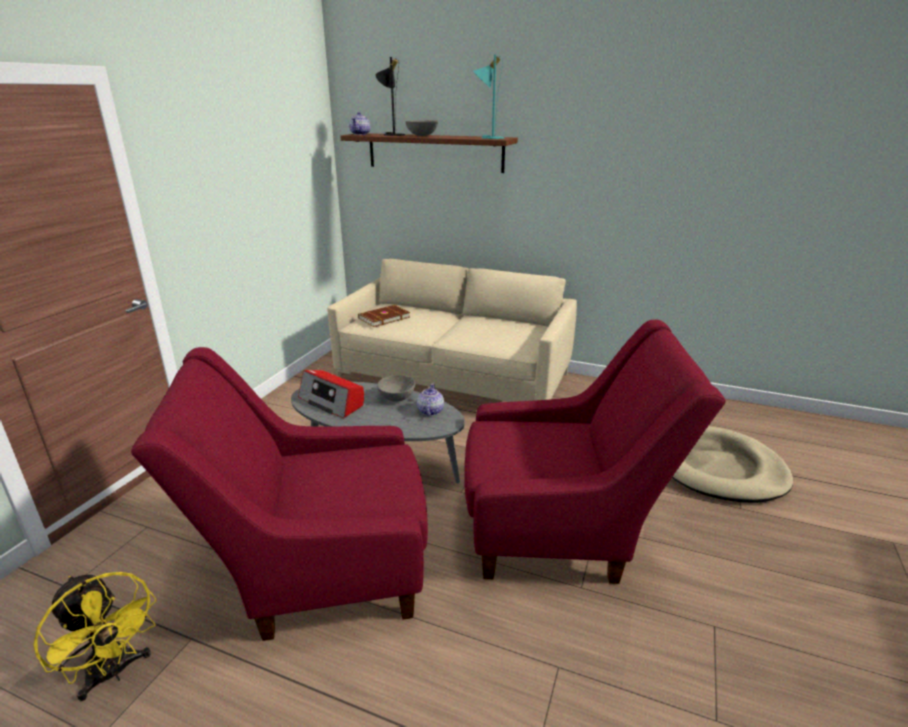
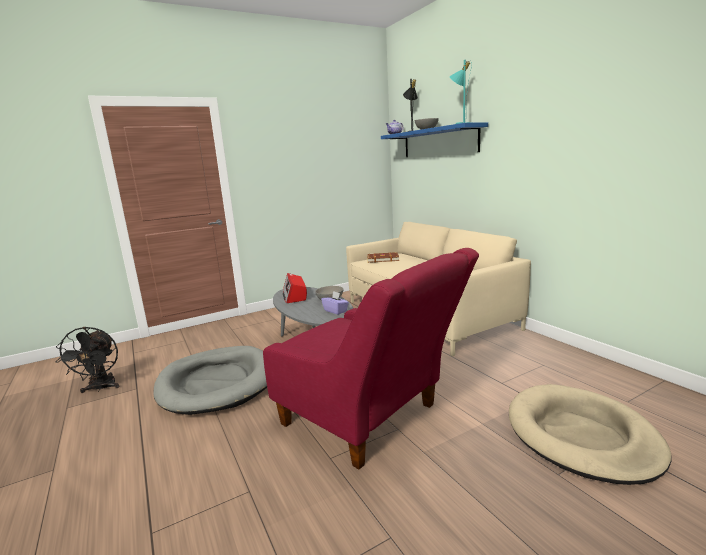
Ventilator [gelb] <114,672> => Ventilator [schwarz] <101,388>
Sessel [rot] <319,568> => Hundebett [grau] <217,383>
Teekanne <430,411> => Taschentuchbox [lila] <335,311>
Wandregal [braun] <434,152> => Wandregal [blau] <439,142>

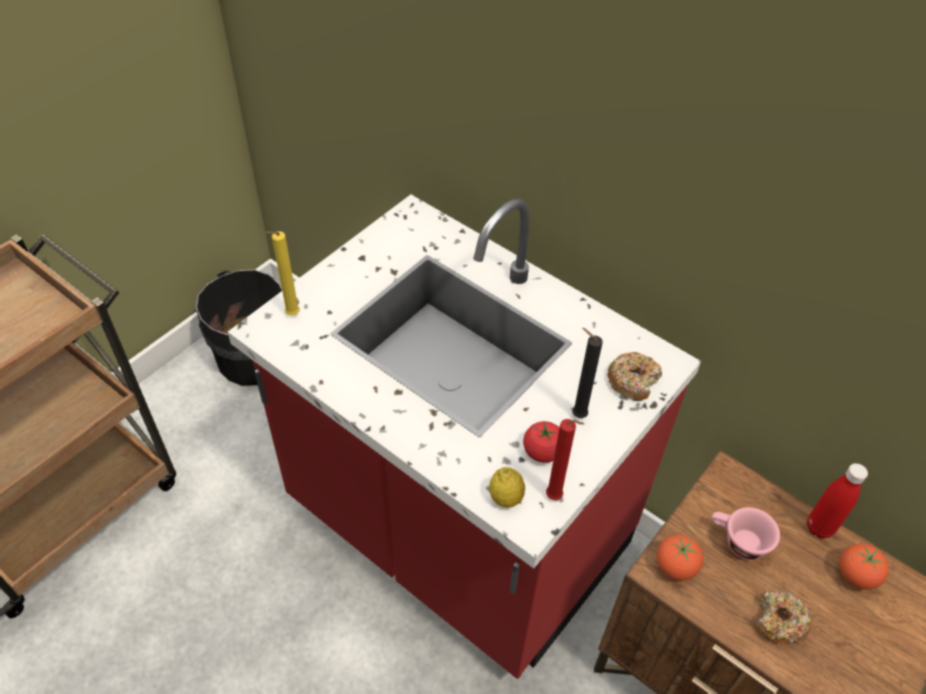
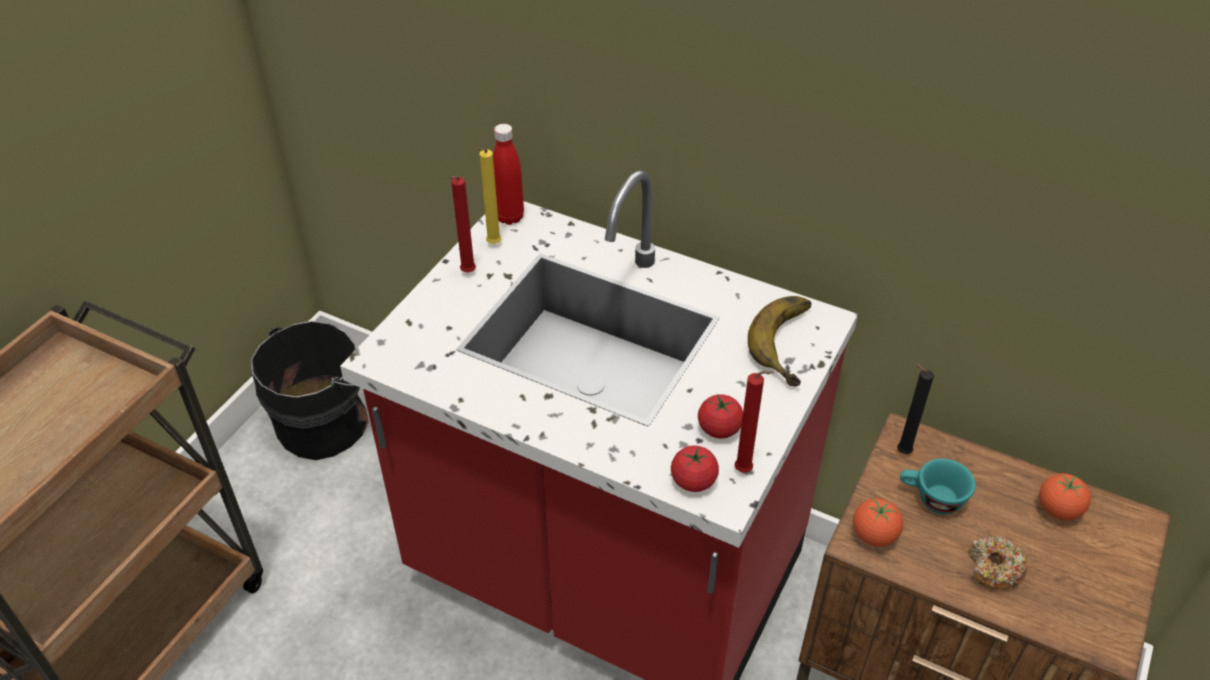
nothing => Kerze [rot] <466,273>
Kerze [gelb] <290,315> => Kerze [gelb] <492,245>, shifted
Flasche [rot] <819,527> => Flasche [rot] <510,217>, shifted
Zitrone <506,498> => Tomate <693,481>
Donut <633,381> => Banane <793,344>
Kerze [schwarz] <576,414> => Kerze [schwarz] <901,452>, shifted
Tasse [rosa] <737,541> => Tasse [türkis] <931,499>

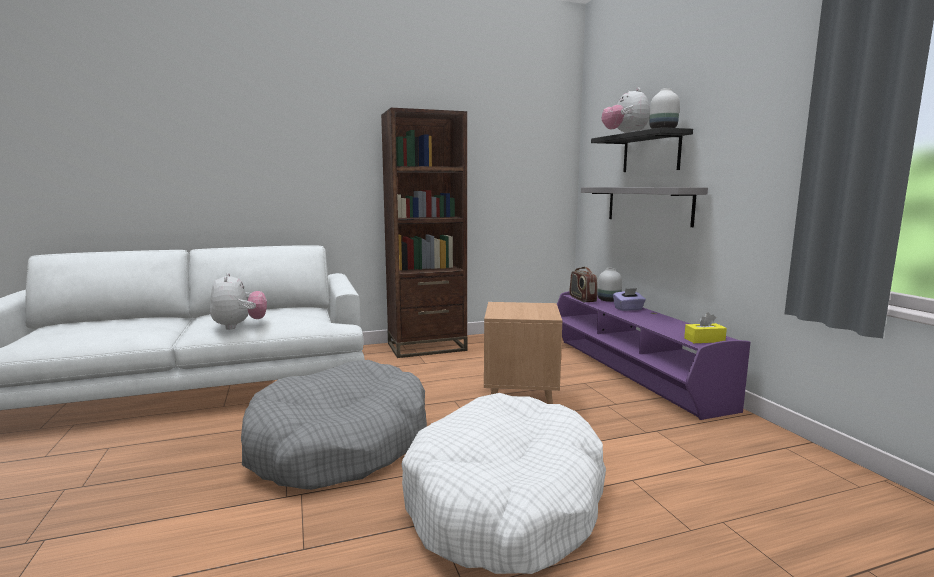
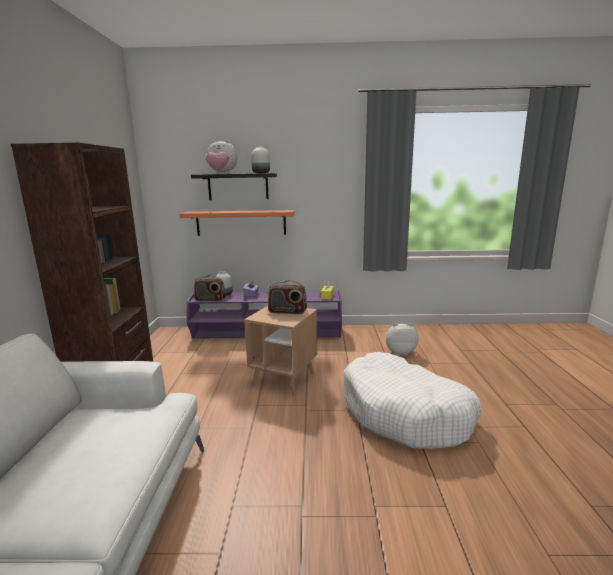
Wandregal [grau] <648,205> => Wandregal [orange] <241,223>
nothing => Radio <287,311>
Plüschtier <239,326> => Plüschtier <400,352>, shifted
Hundebett [grau] <339,444> => nothing

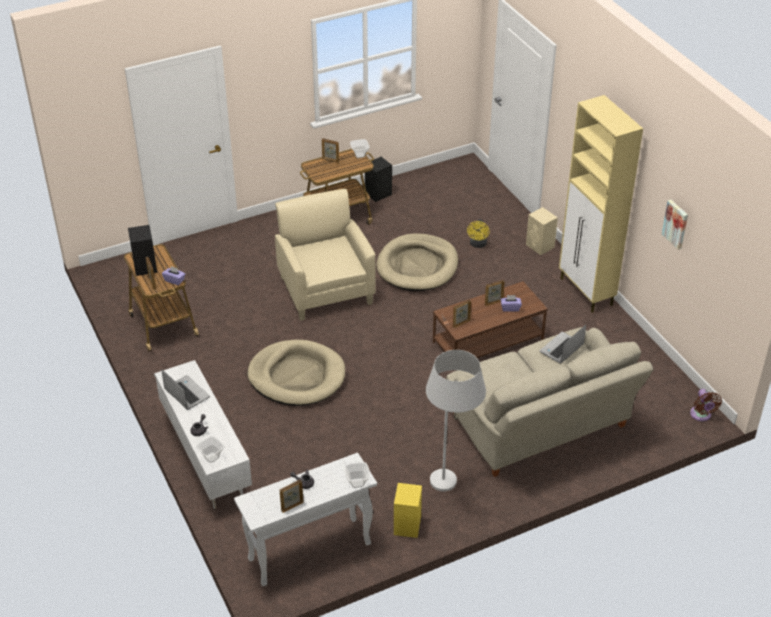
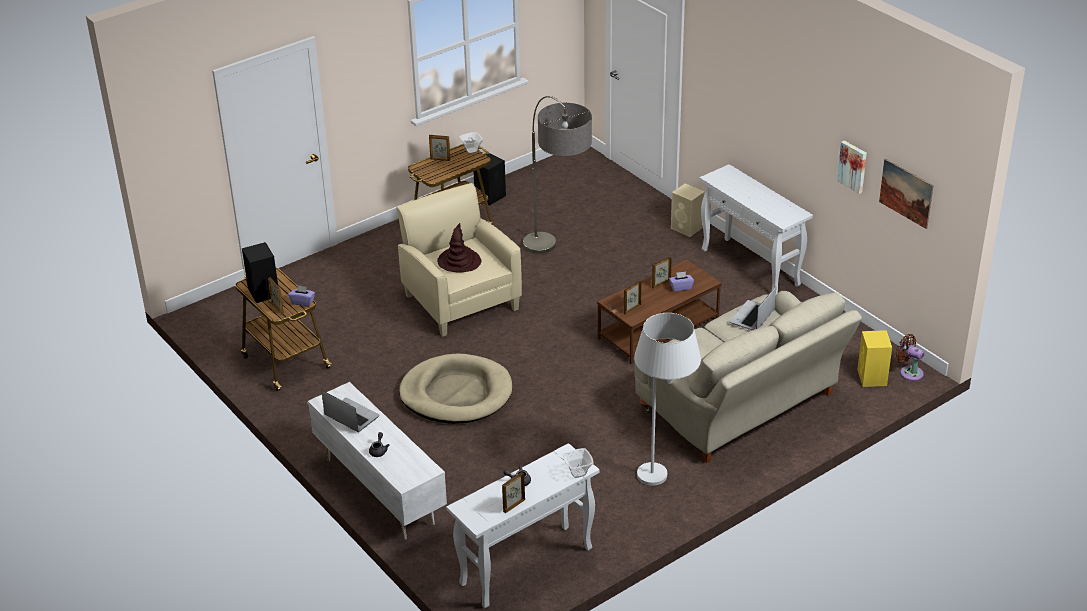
nothing => Hut [braun] <459,261>
Hundebett [beige] <417,266> => Stehlampe <557,265>
Schrank [beige] <586,292> => Konsolentisch [weiß] <751,268>
Lautsprecher [gelb] <407,526> => Lautsprecher [gelb] <872,378>, shifted
nothing => Bild <906,193>
Ventilator [braun] <701,415> => Ventilator [braun] <909,372>, 150 degrees clockwise
Schüssel <212,457> => nothing
Ventilator [gelb] <478,245> => nothing

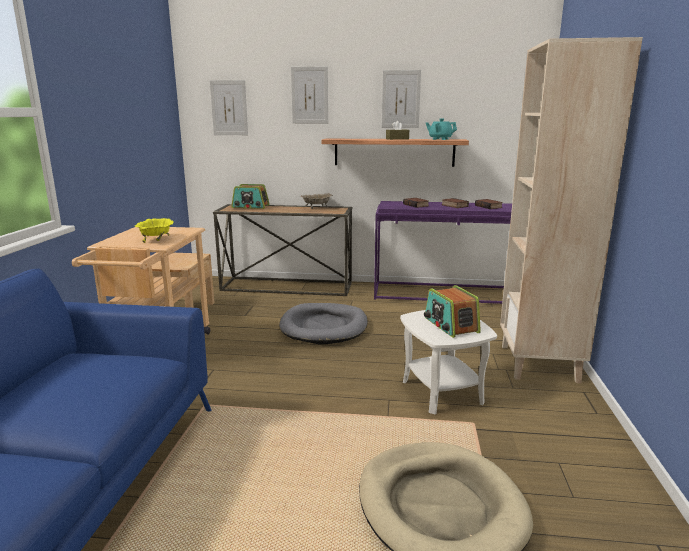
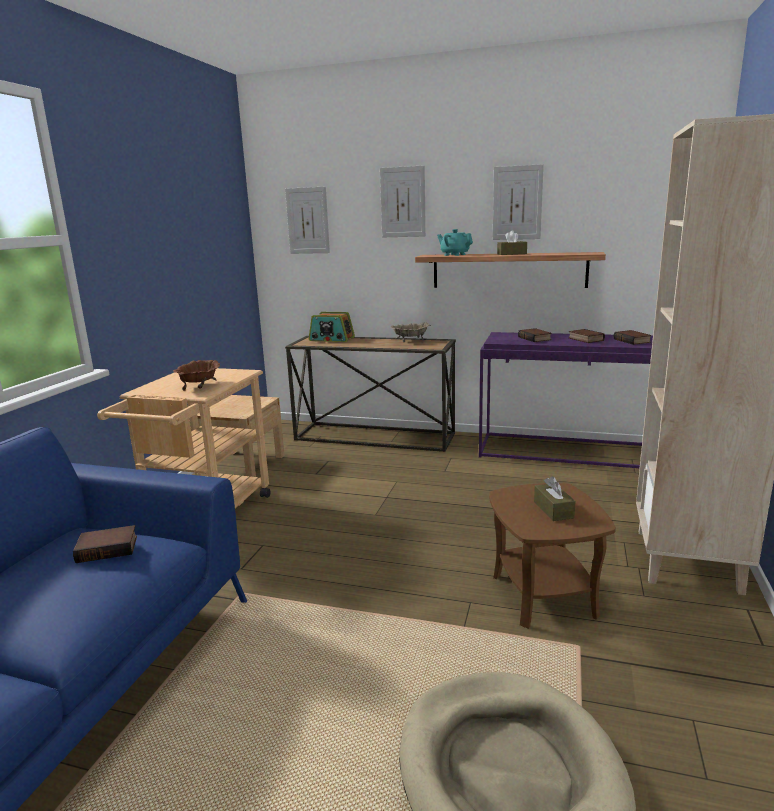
nothing => Buch <108,548>
Schüssel [gelb] <156,239> => Schüssel [braun] <199,386>
Teekanne [türkis] <440,139> => Teekanne [türkis] <454,255>, shifted
Beistelltisch [weiß] <442,392> => Beistelltisch [braun] <544,595>
Radio <450,325> => Taschentuchbox [braun] <553,510>
Hundebett [grau] <324,327> => nothing

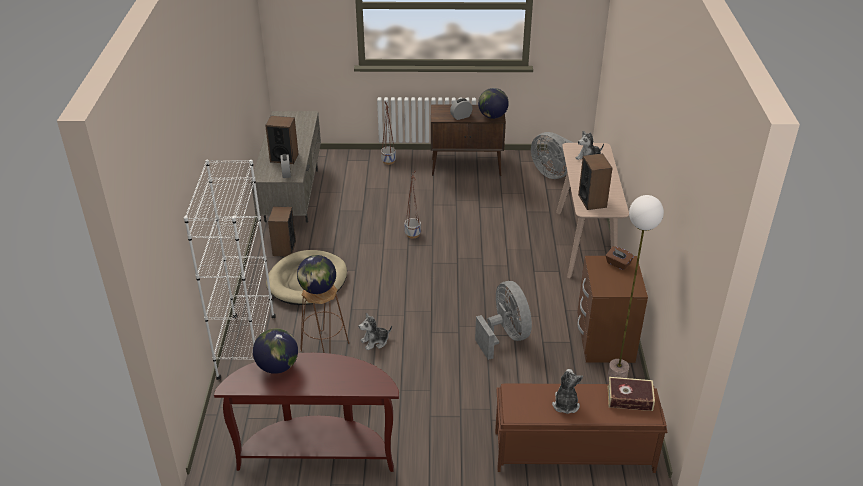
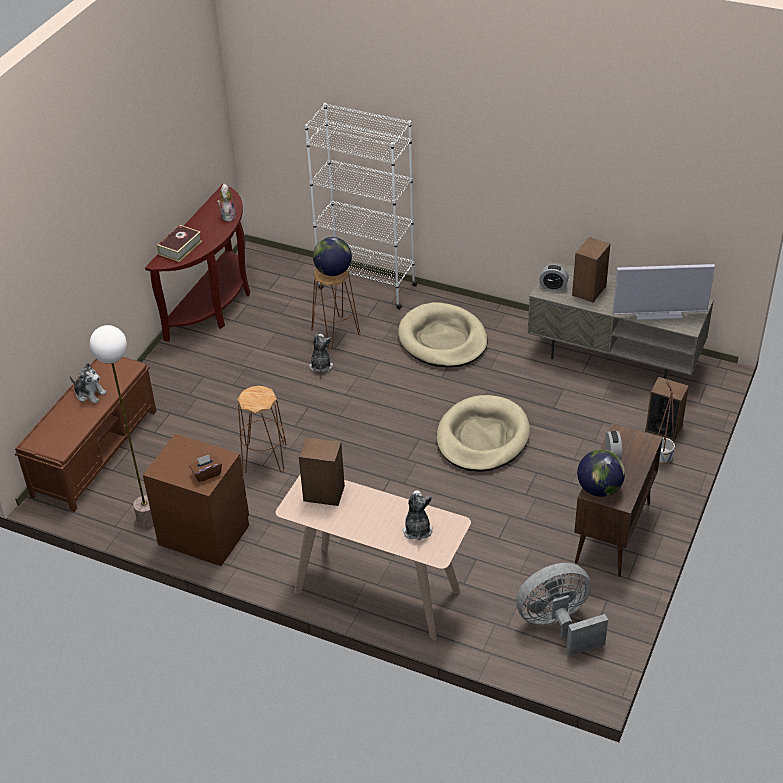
Buch <629,398> => Buch <180,248>, shifted
Globus <277,366> => Plüschtier <227,215>
Ventilator [grau] <505,336> => Hocker [braun] <265,458>
Pflanzkübel <413,234> => Hundebett [beige] <482,437>
nothing => Fernseher <658,314>
Lautsprecher <284,248> => Lautsprecher <663,428>, shifted

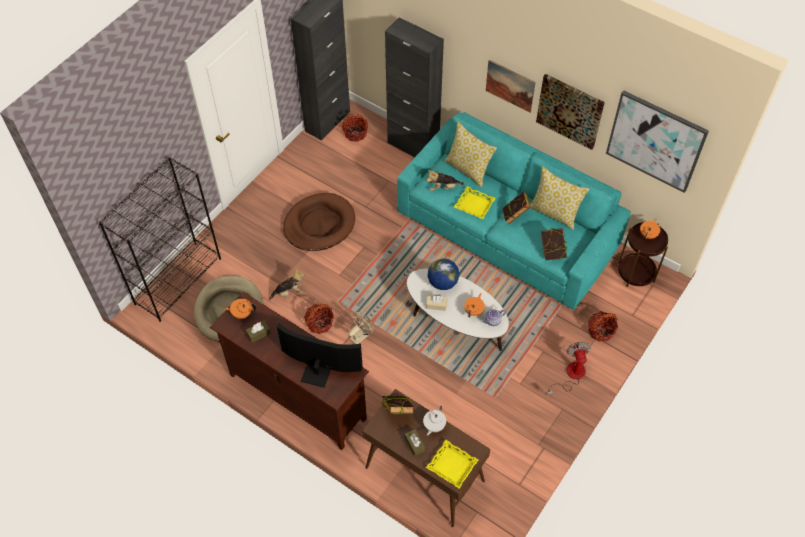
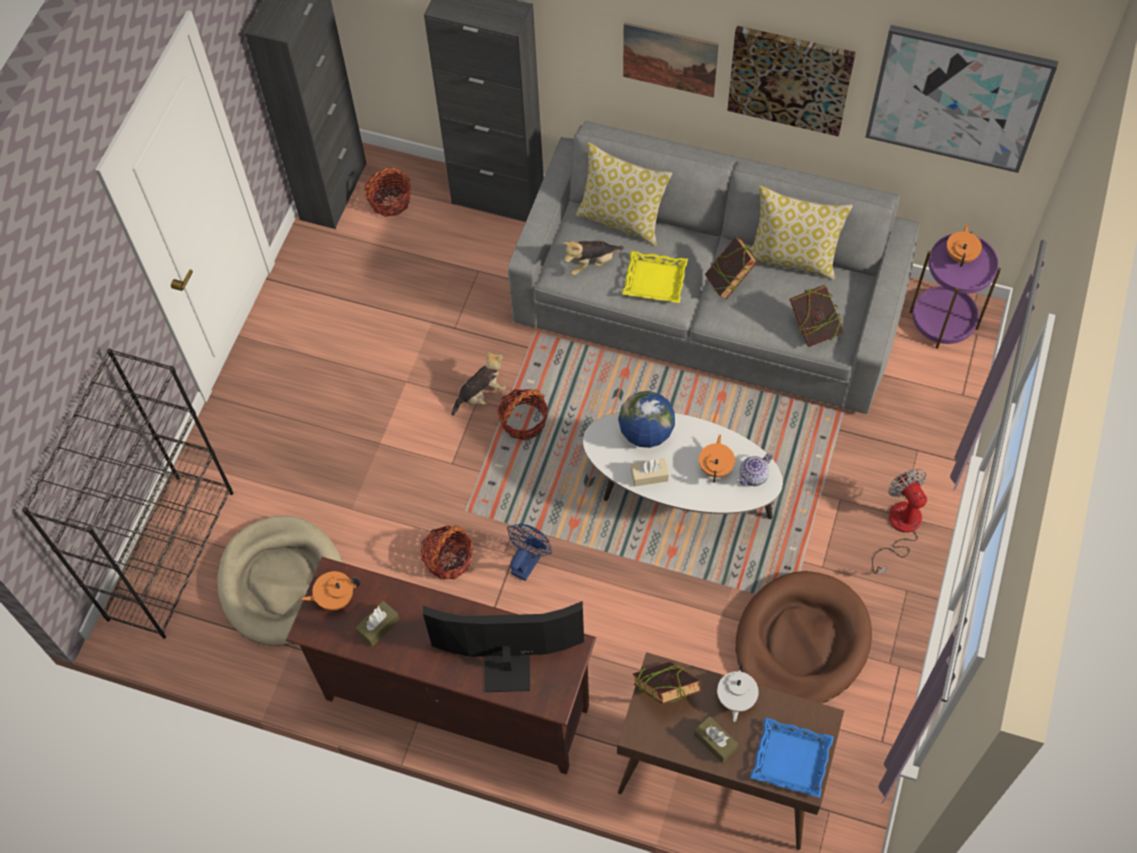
Plüschtier <289,293> => Plüschtier <481,395>, shifted
Korb <601,331> => Korb <523,421>, shifted
Ventilator [beige] <361,335> => Ventilator [blau] <527,561>
Sofa [türkis] <507,230> => Sofa [grau] <708,304>
Hundebett [braun] <319,224> => Hundebett [braun] <801,642>, shifted
Tablett [gelb] <451,465> => Tablett [blau] <790,760>
Beistelltisch [braun] <636,272> => Beistelltisch [lila] <943,320>

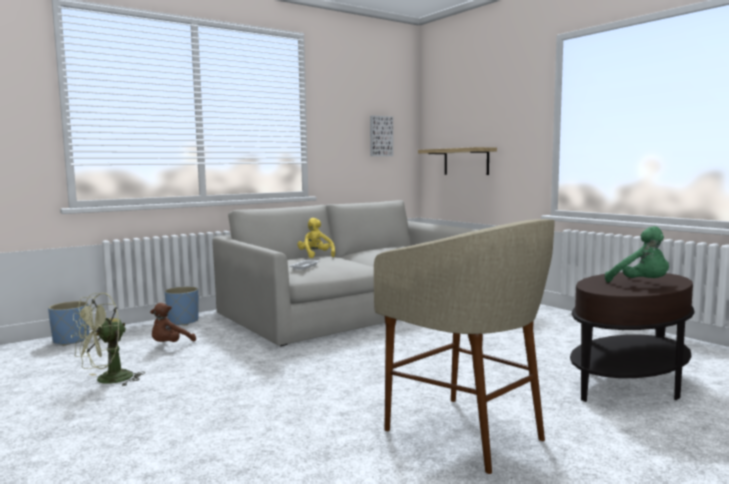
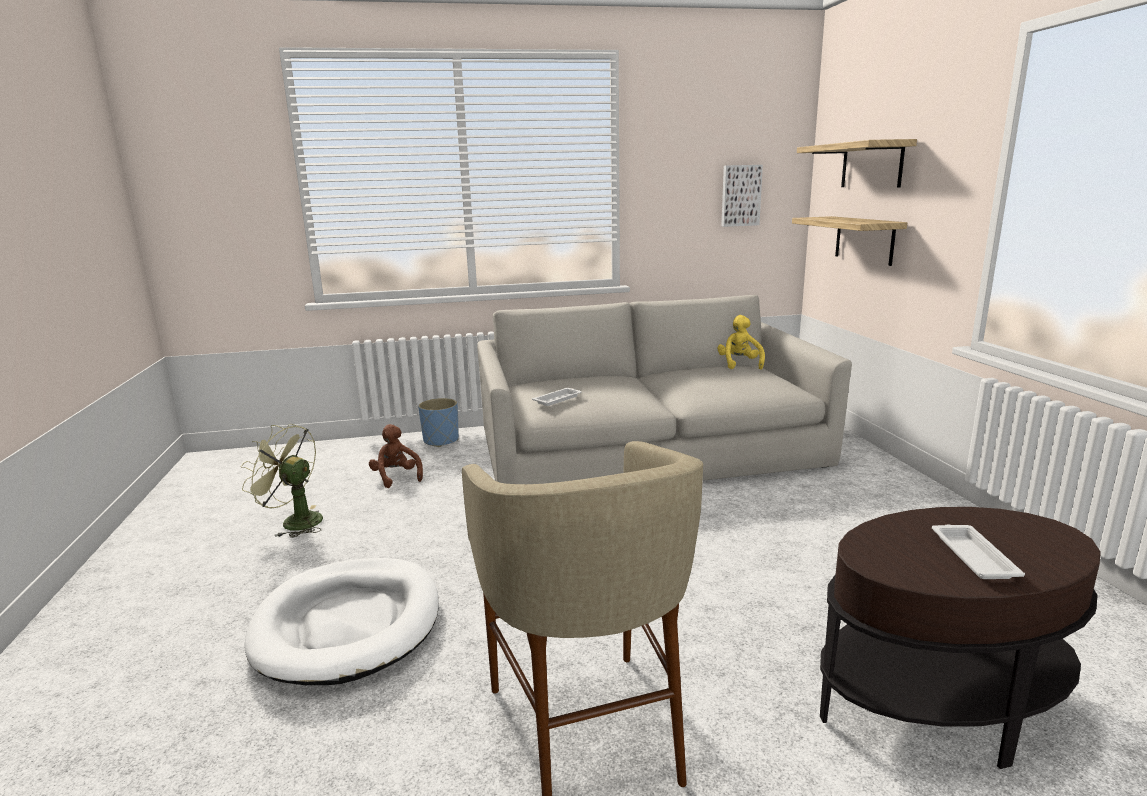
Ventilator [grün] <107,381> => Ventilator [grün] <294,521>, 45 degrees clockwise
nothing => Hundebett [weiß] <348,624>
Plüschtier [braun] <170,345> => Plüschtier [braun] <396,477>, 90 degrees clockwise
Plüschtier [gelb] <315,256> => Plüschtier [gelb] <739,364>, shifted
nothing => Wandregal <871,165>
Plüschtier [grün] <641,284> => Tablett [weiß] <972,556>
Pflanzkübel [blau] <71,341> => nothing

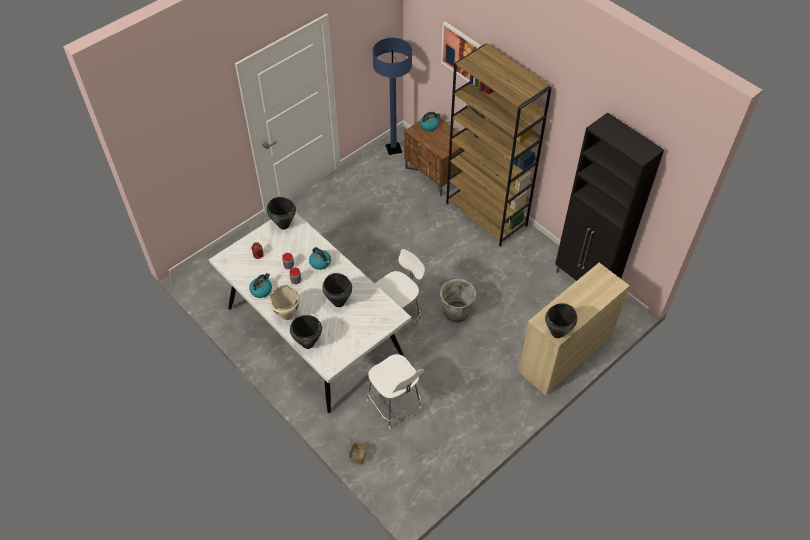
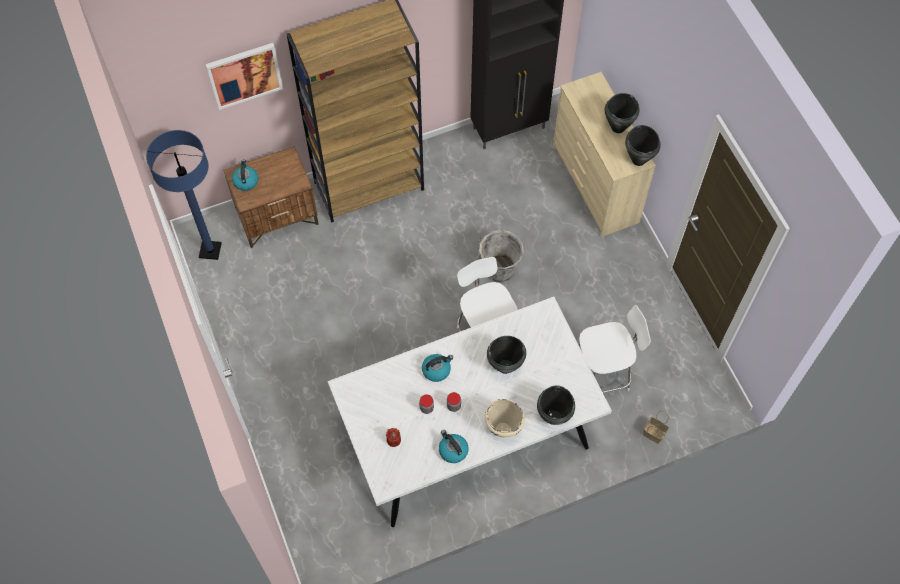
Kochtopf [schwarz] <283,225> => Kochtopf [schwarz] <617,127>, shifted

